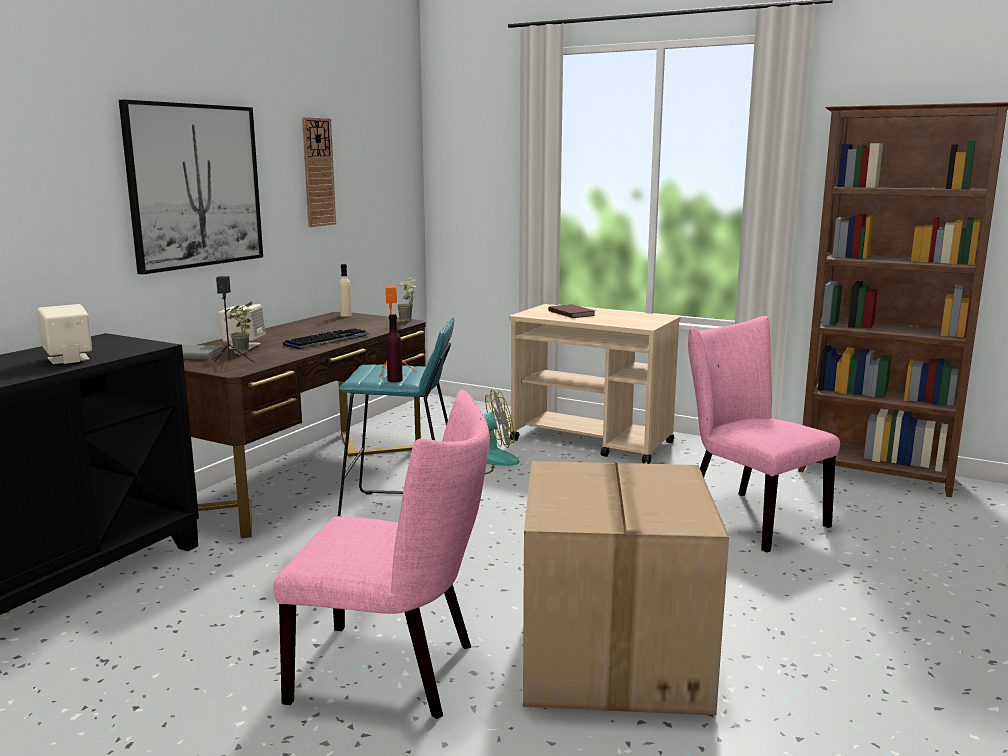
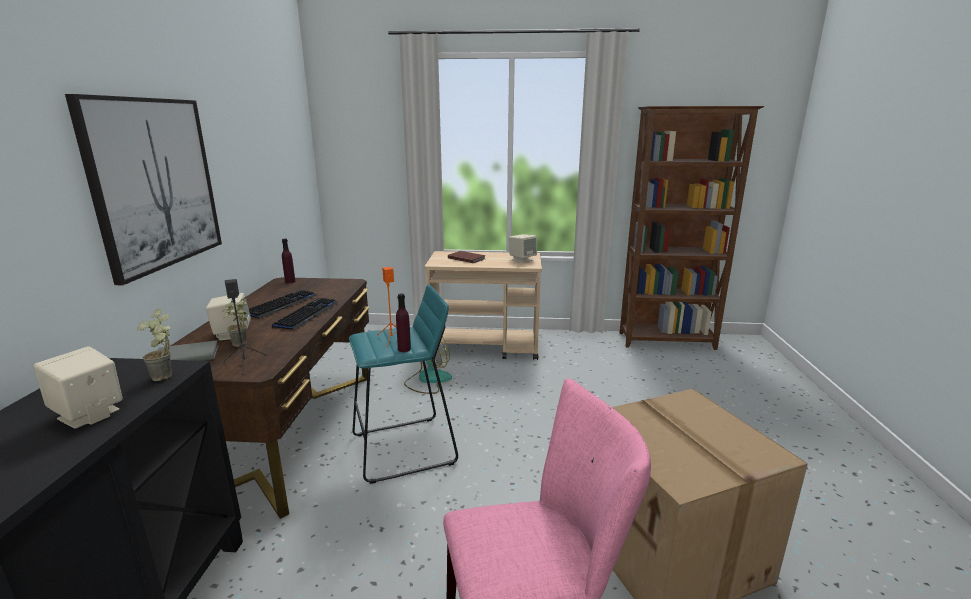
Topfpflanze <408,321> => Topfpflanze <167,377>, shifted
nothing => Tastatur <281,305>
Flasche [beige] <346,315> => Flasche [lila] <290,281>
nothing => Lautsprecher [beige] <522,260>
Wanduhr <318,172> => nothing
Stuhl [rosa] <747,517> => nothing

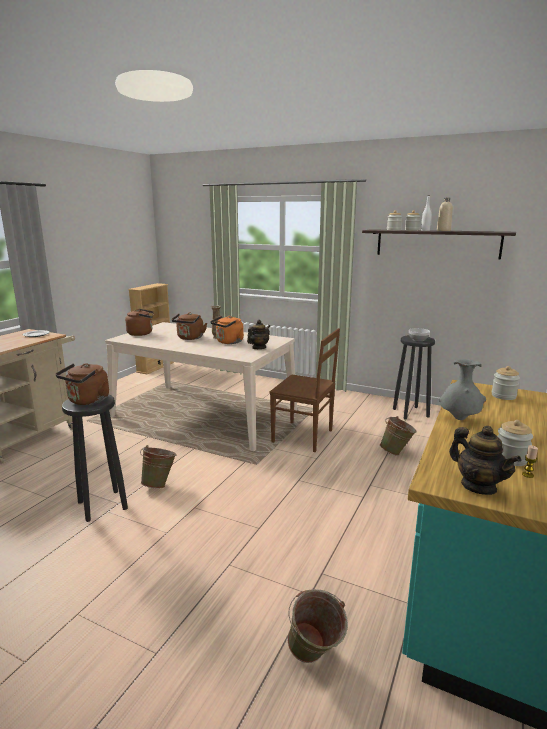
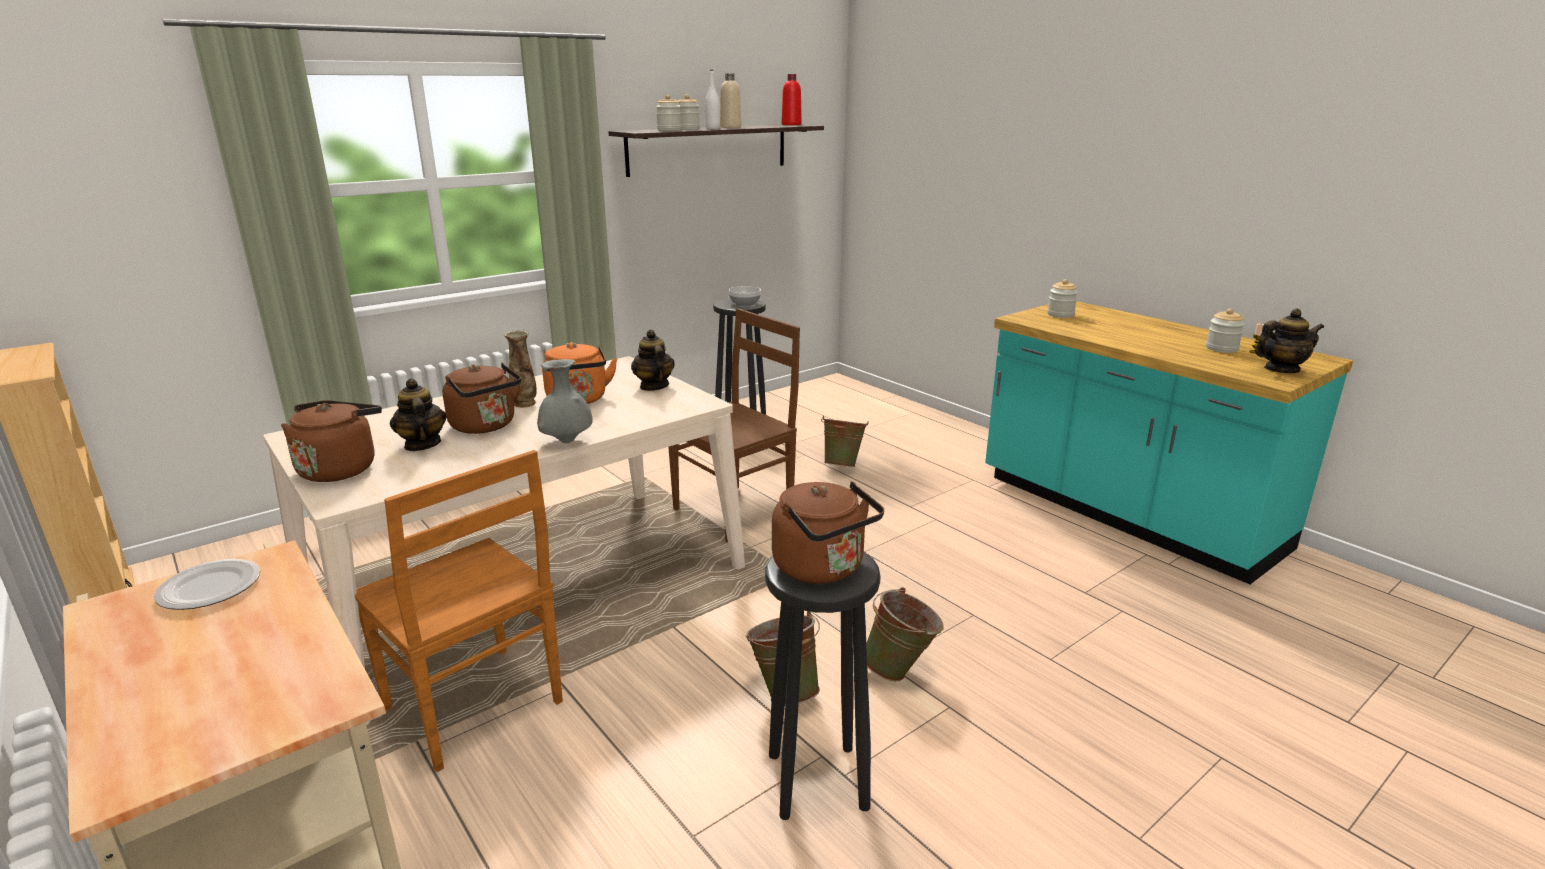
nothing => Stuhl [braun] <476,708>
nothing => Teekanne <422,444>
Vase [grau] <459,419> => Vase [grau] <567,442>, shifted
nothing => Flasche [rot] <791,124>
Eimer [grün] <314,659> => Eimer [grün] <900,671>, shifted

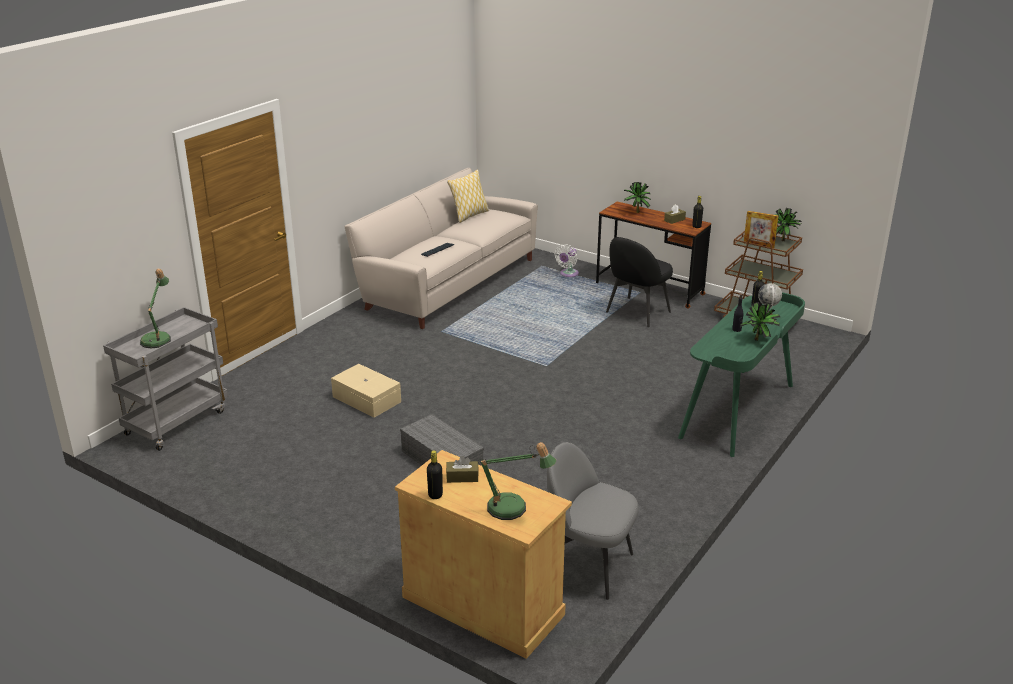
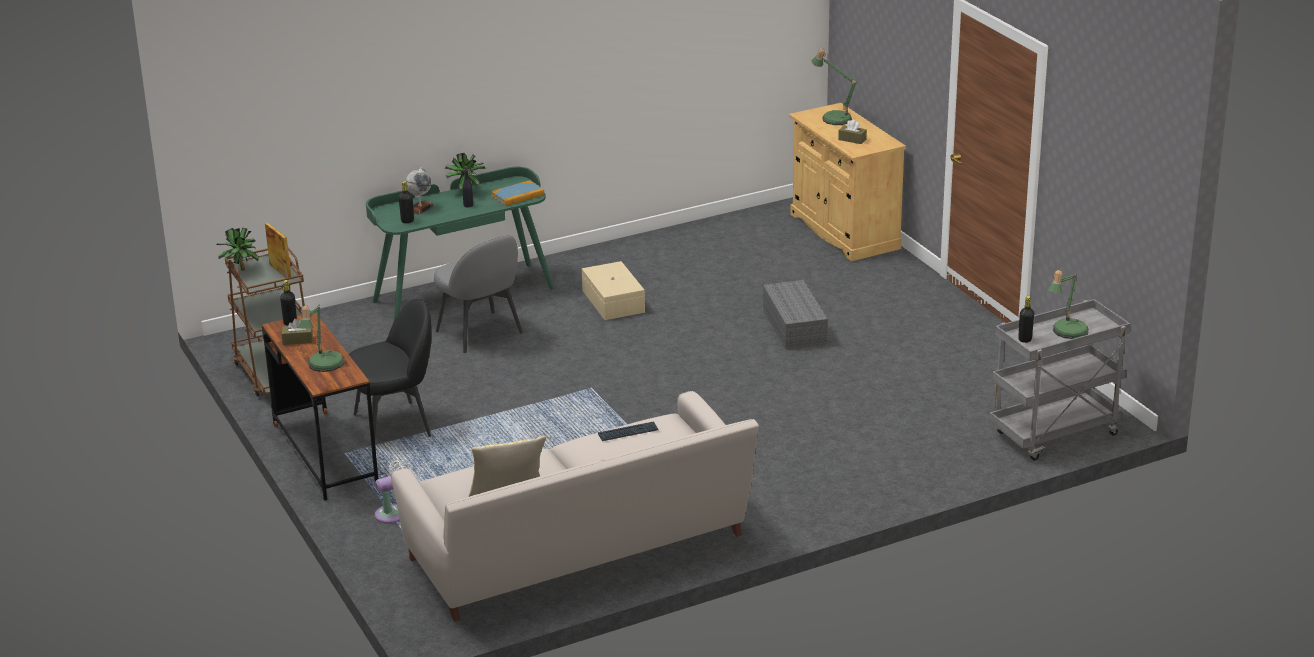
Topfpflanze <636,212> => Tischlampe <323,366>
Stuhl [grau] <589,566> => Stuhl [grau] <480,333>, shifted
nothing => Buch <517,196>
Aufbewahrungsbox [beige] <367,399> => Aufbewahrungsbox [beige] <612,302>, shifted
Flasche [schwarz] <435,495> => Flasche [schwarz] <1025,339>, shifted

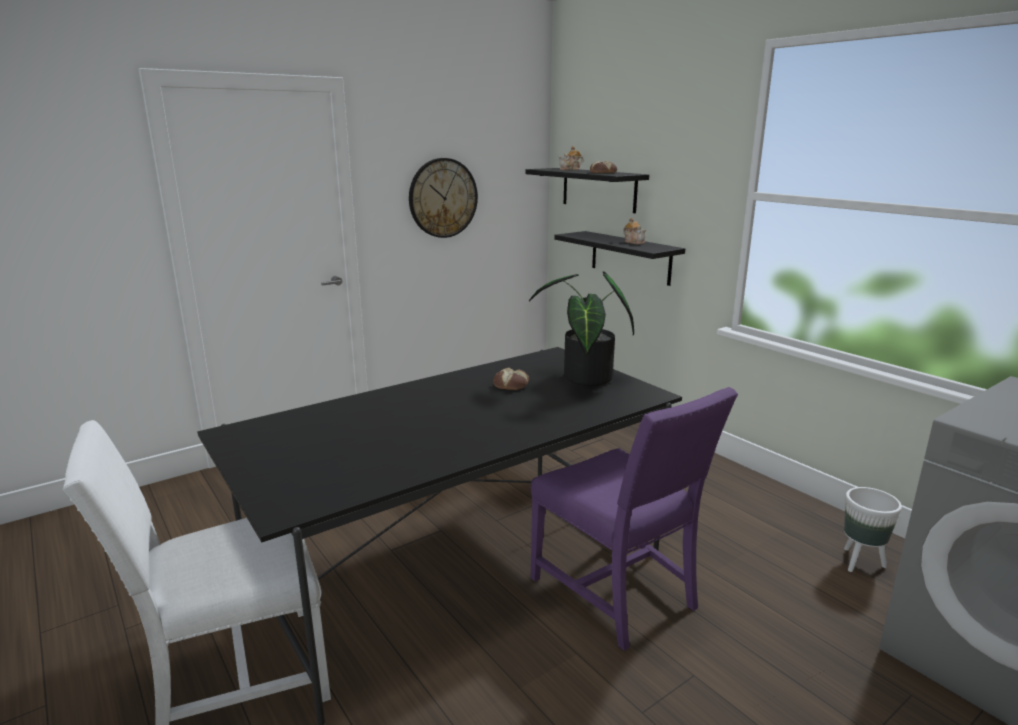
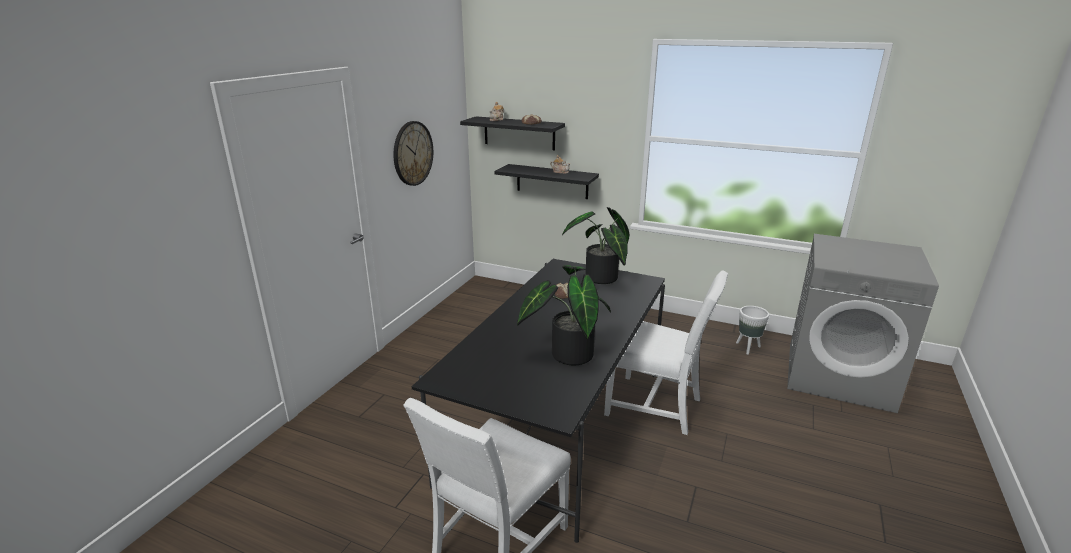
nothing => Topfpflanze <567,353>
Stuhl [lila] <618,593> => Stuhl [weiß] <657,406>

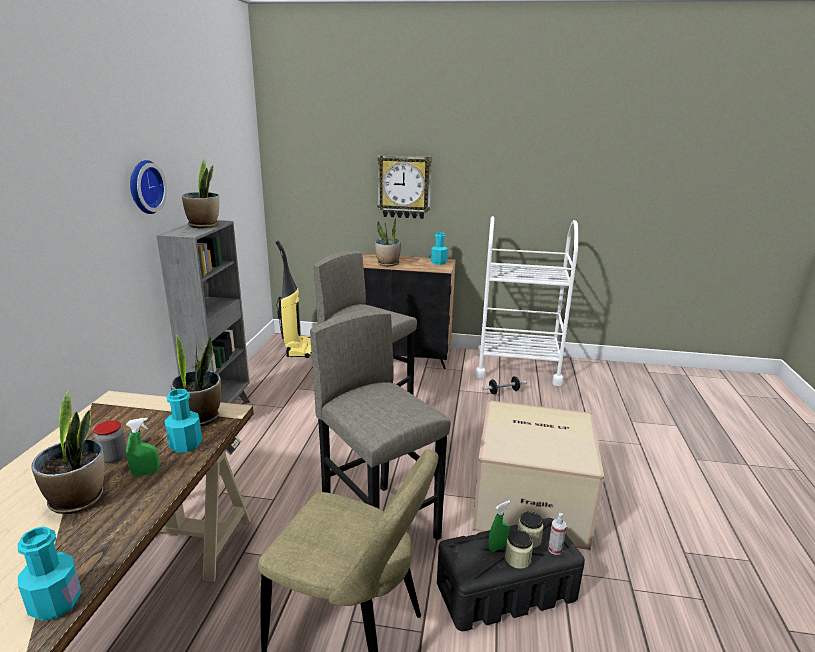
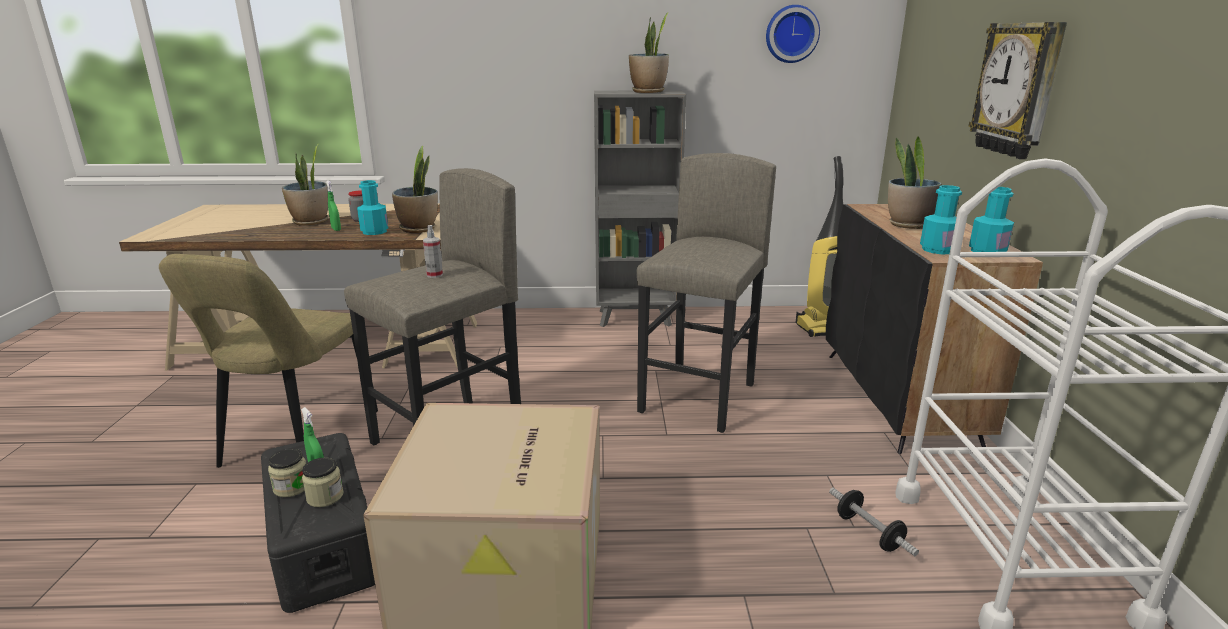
Sprühflasche <555,549> => Sprühflasche <434,275>, shifted
Wanduhr <144,187> => Wanduhr <791,34>, shifted
Flasche [türkis] <55,603> => Flasche [türkis] <938,250>, shifted

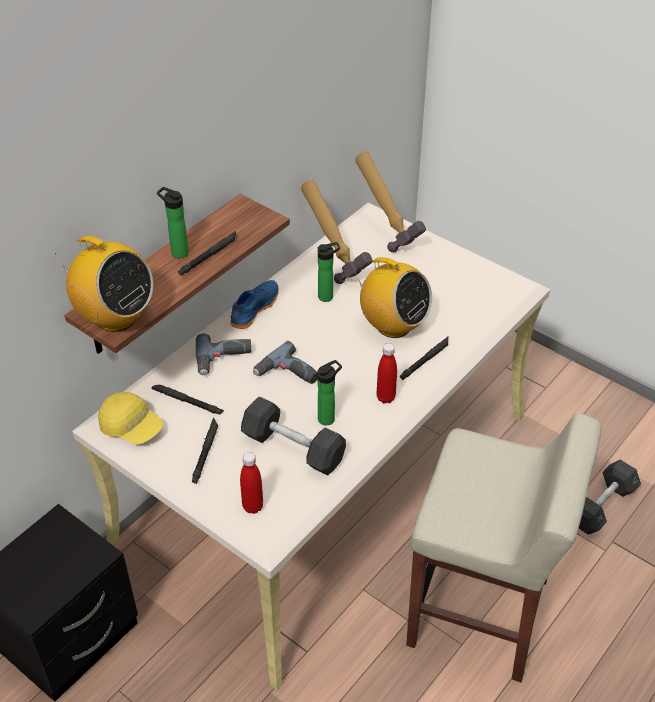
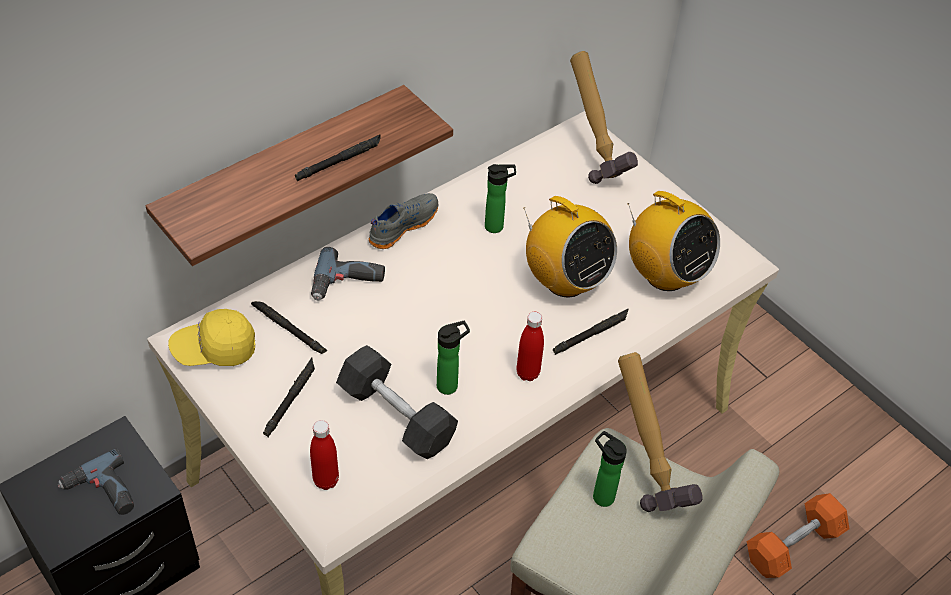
Bohrmaschine <287,374> => Bohrmaschine <101,494>, shifted
Kappe [gelb] <132,427> => Kappe [gelb] <215,349>, 120 degrees clockwise
Schuh [blau] <253,309> => Schuh [grau] <402,225>
Flasche <177,252> => Flasche <600,495>, shifted
Hammer <335,263> => Hammer <648,469>, shifted
Radio <115,318> => Radio <665,275>, shifted
Hantel [grau] <601,506> => Hantel [orange] <793,545>

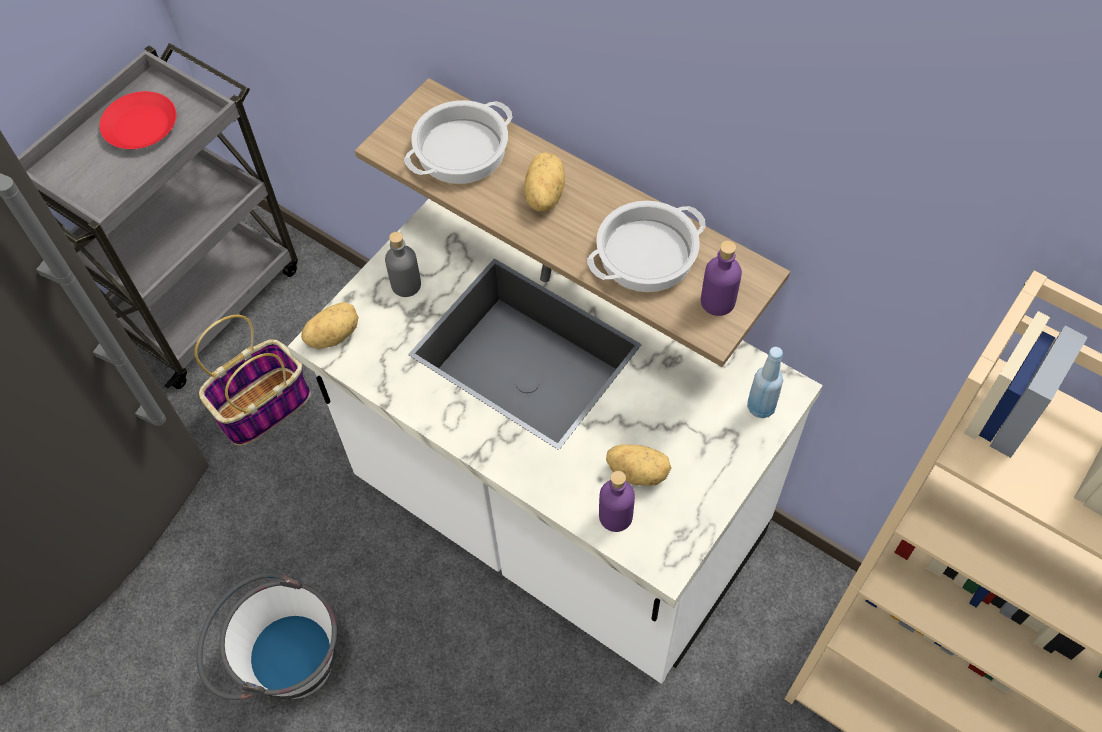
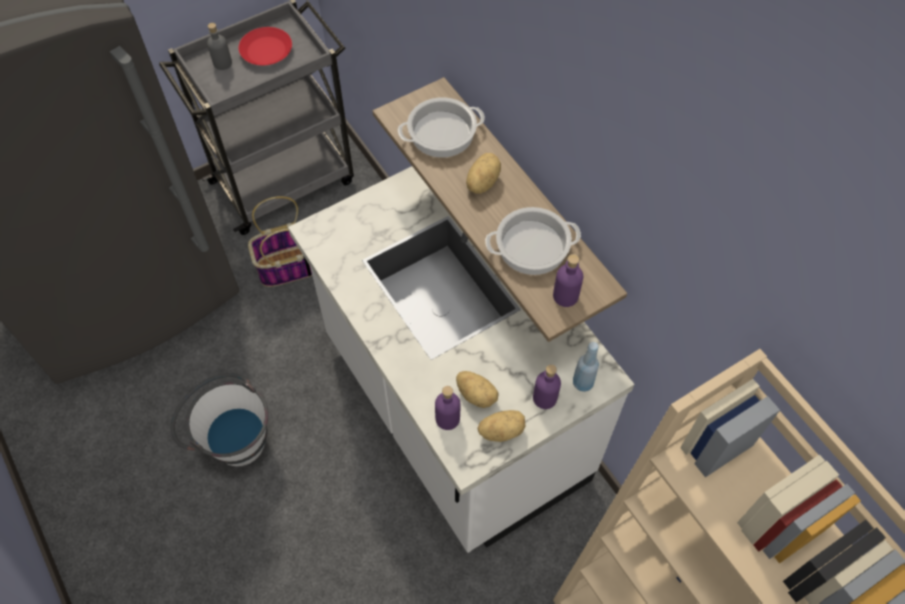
Flasche [grau] <406,285> => Flasche [grau] <222,63>, shifted
Kartoffel <333,334> => Kartoffel <501,430>, shifted
nothing => Flasche [lila] <545,398>

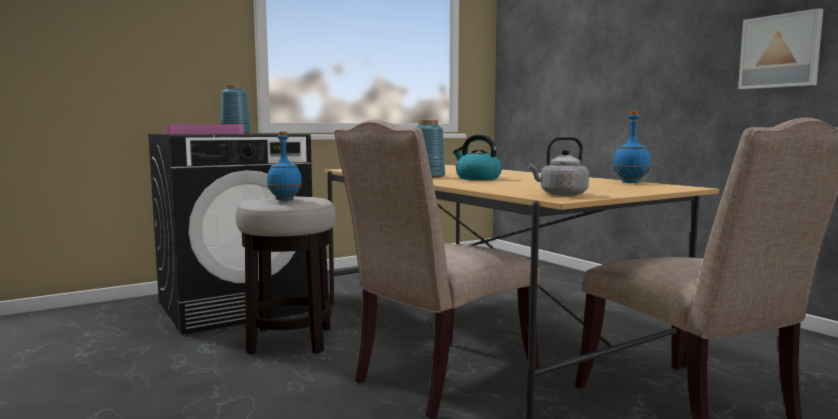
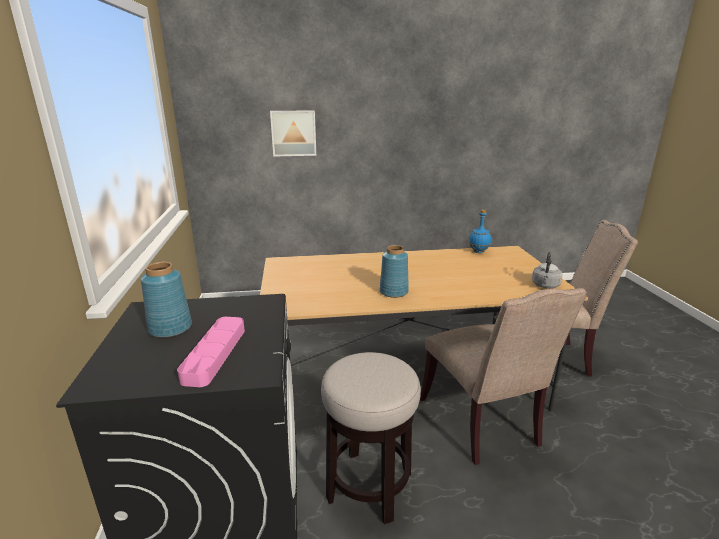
Bild <780,51> => Bild <293,133>, shifted
Flasche [blau] <284,200> => nothing
Wasserkessel <477,178> => nothing

